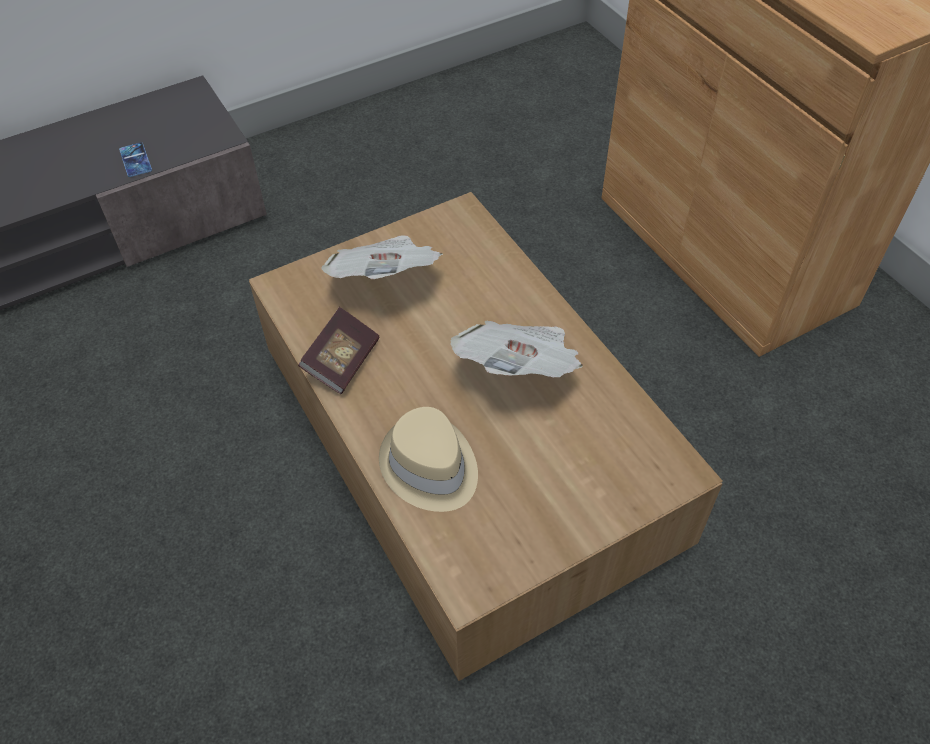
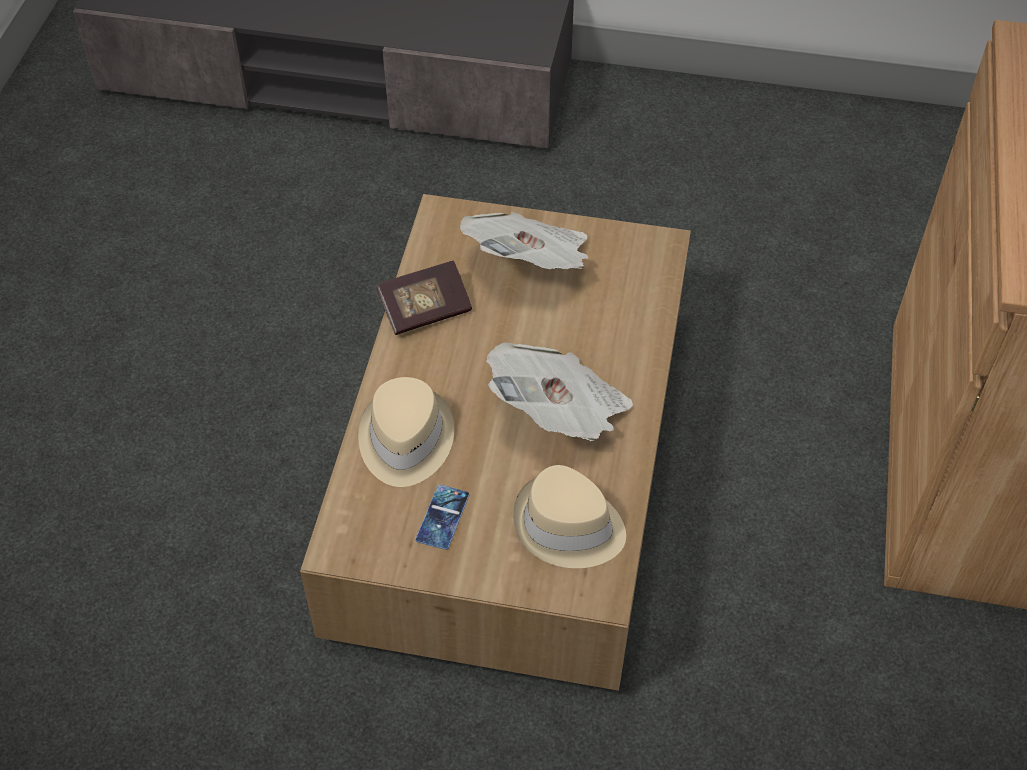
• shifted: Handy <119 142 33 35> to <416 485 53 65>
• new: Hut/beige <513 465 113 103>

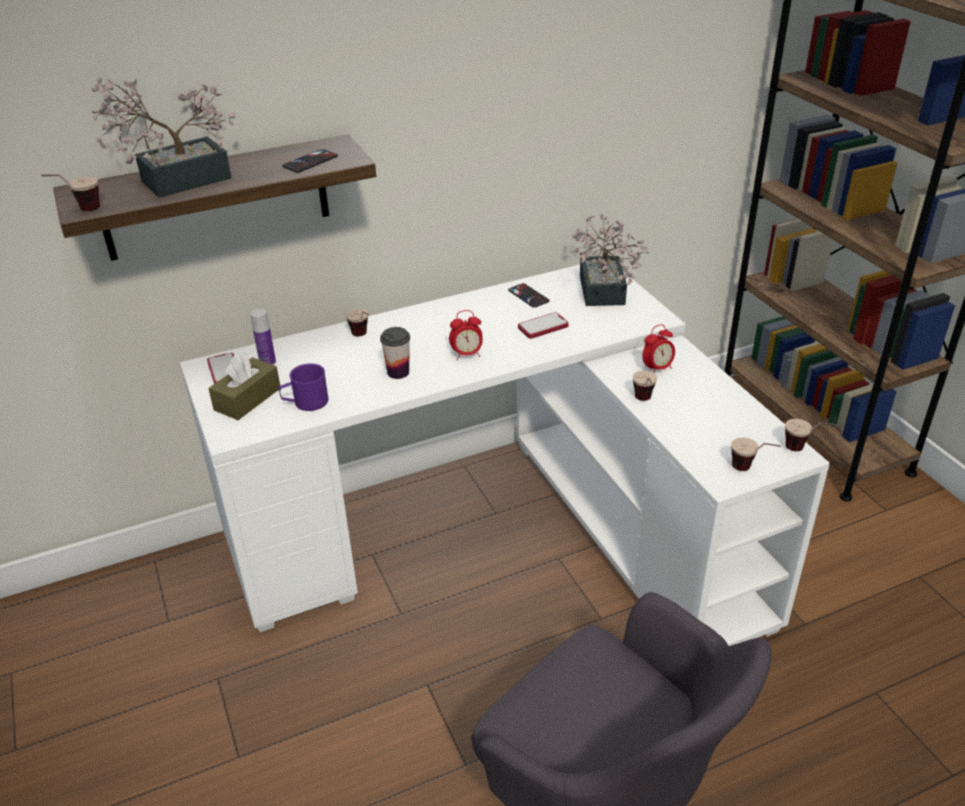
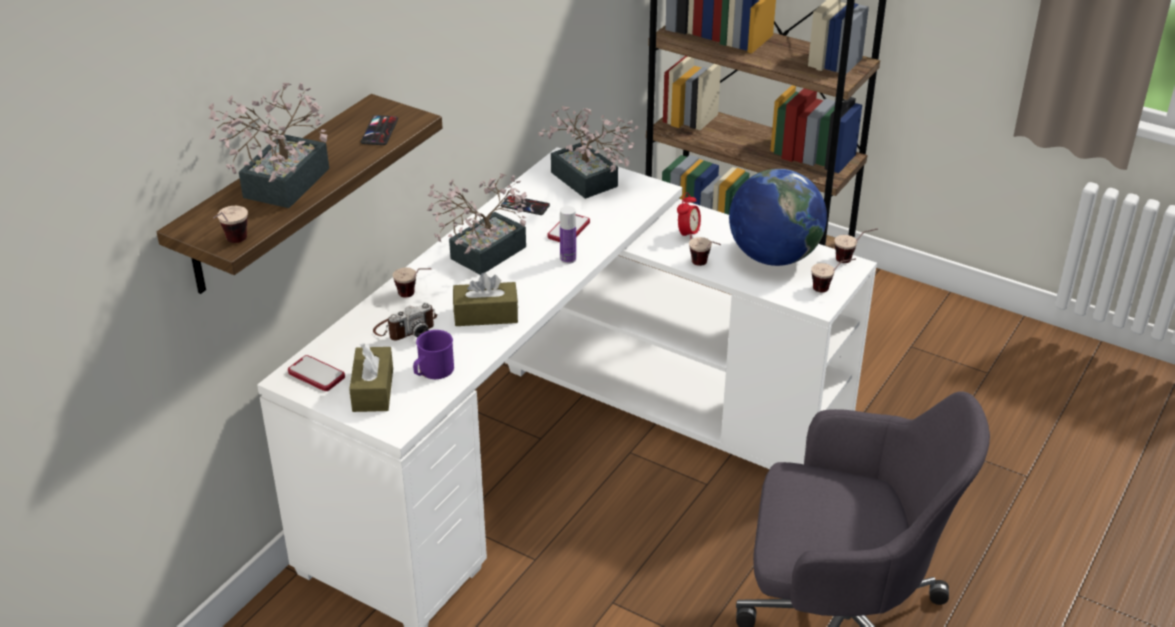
• shifted: Flasche <250 309 26 56> to <560 206 16 58>
• swapped: Tasse <380 327 30 52> to Taschentuchbox/braun <453 273 65 53>
• gone: Wecker <449 310 34 50>
• new: Kamera <373 303 64 37>
• new: Topfpflanze <427 173 100 102>
• new: Globus <729 169 98 97>

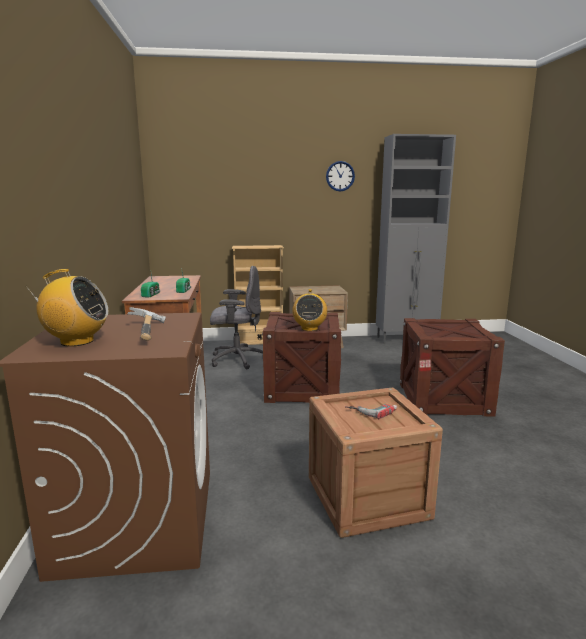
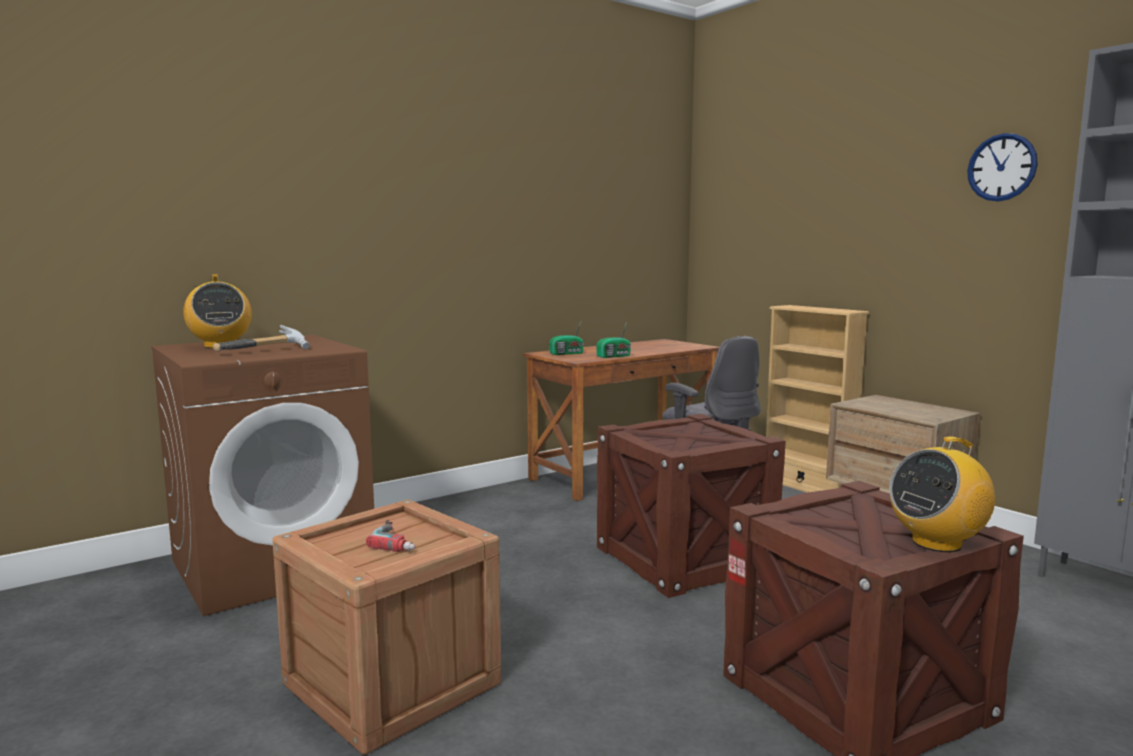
• shifted: Radio <292 289 35 42> to <889 437 106 115>

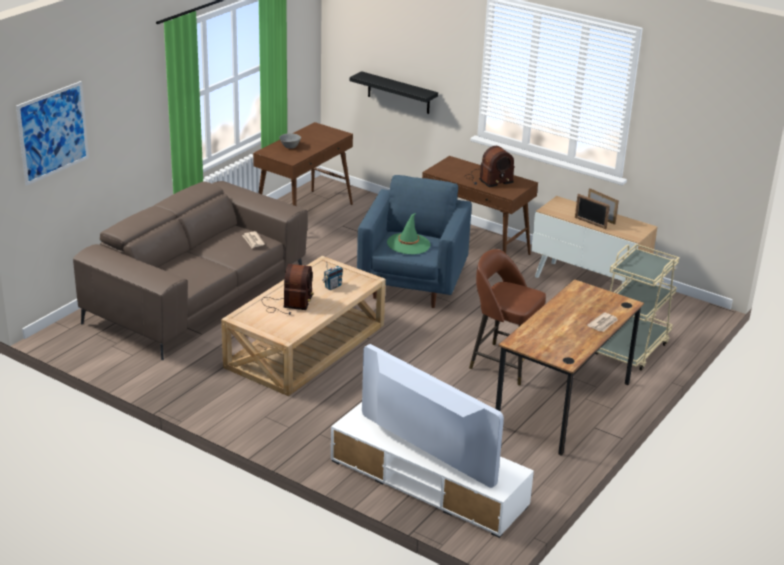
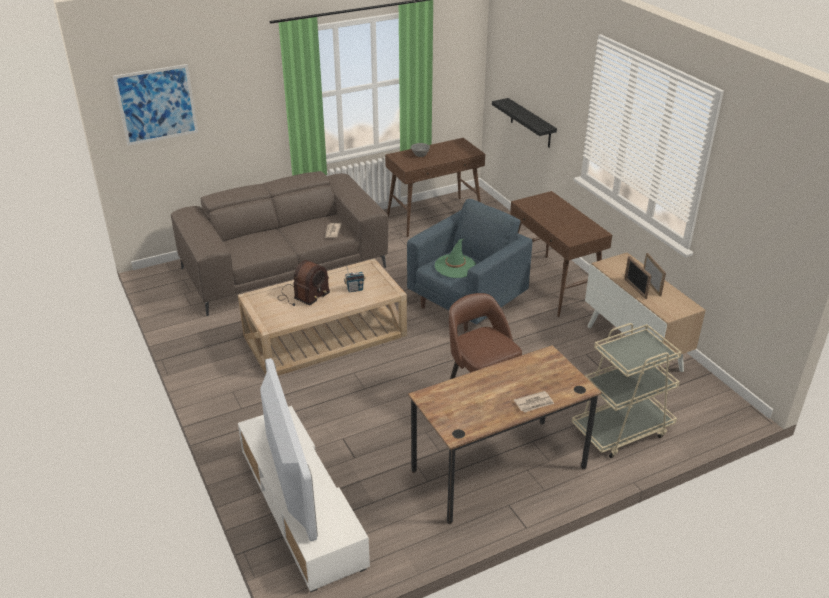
• gone: Radio <465 146 50 41>

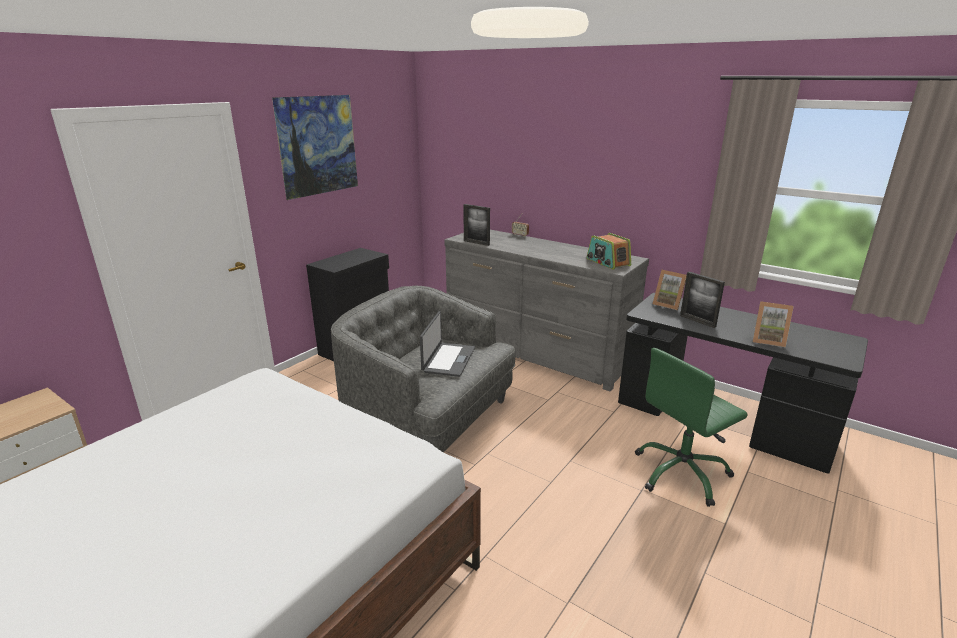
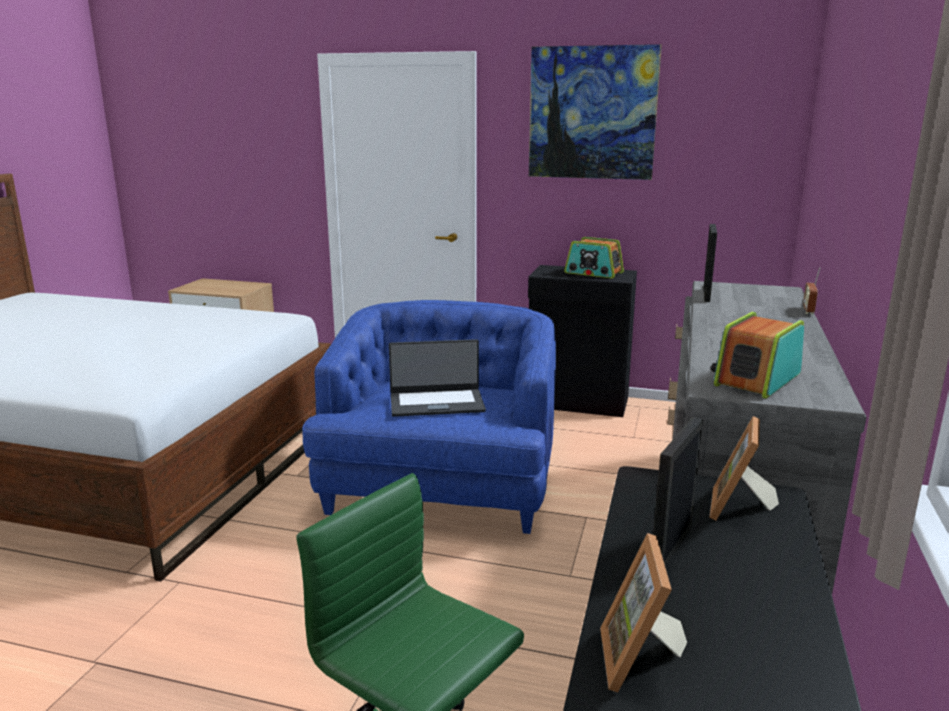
• repainted: Sessel/grau <331 286 184 166> to Sessel/blau <302 300 254 234>
• new: Radio <564 237 60 41>

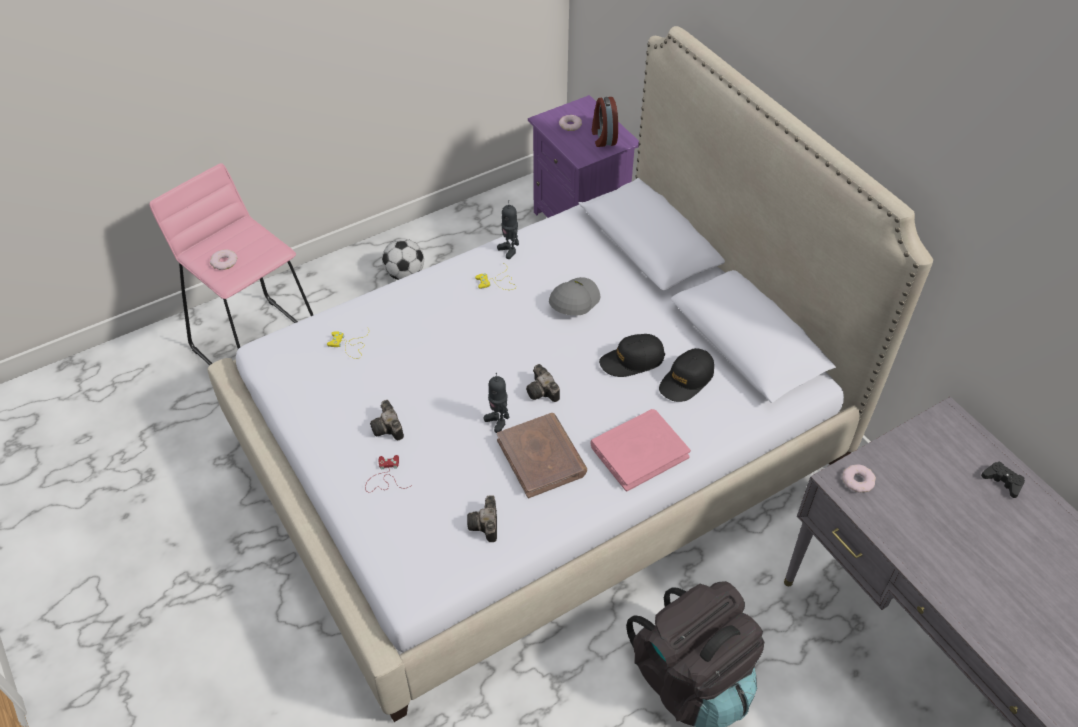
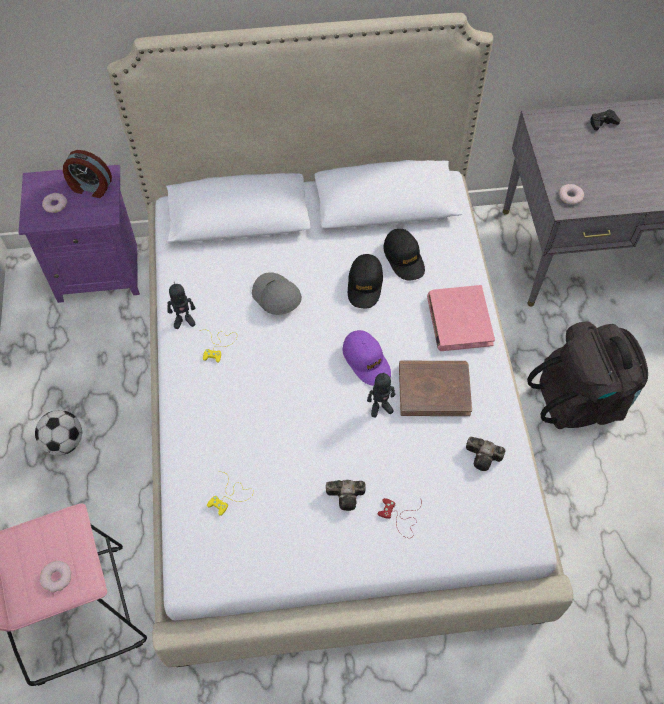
• swapped: Kamera <526 364 34 38> to Kappe/lila <343 330 48 56>

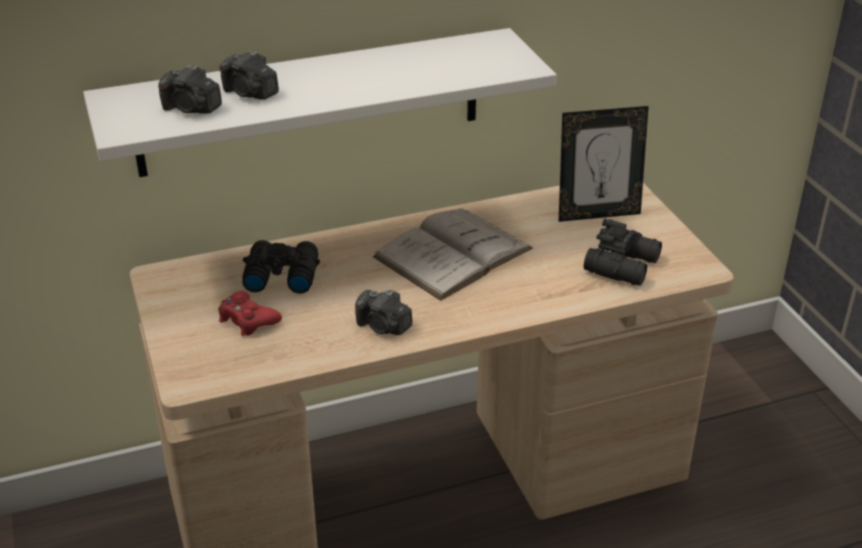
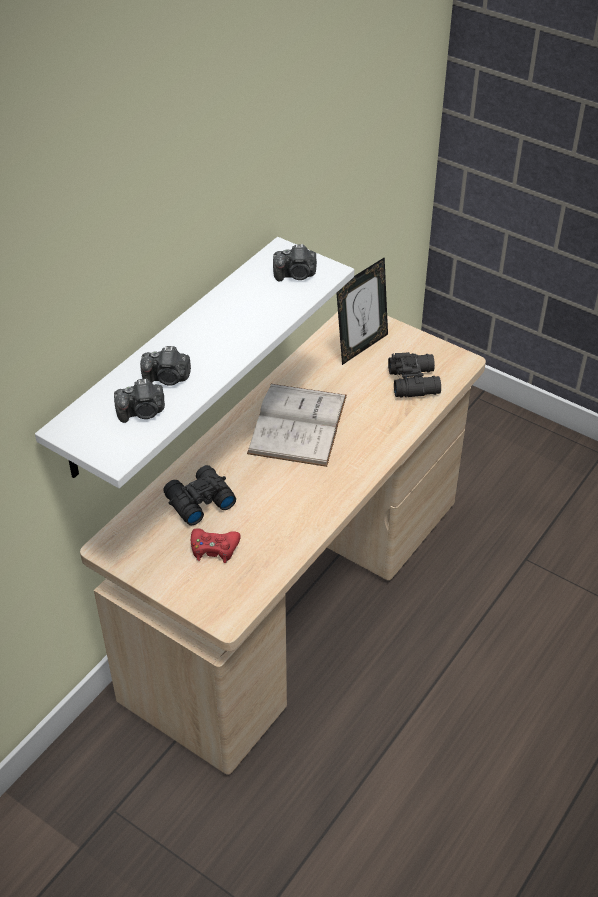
• shifted: Kamera <355 289 57 46> to <273 244 44 37>

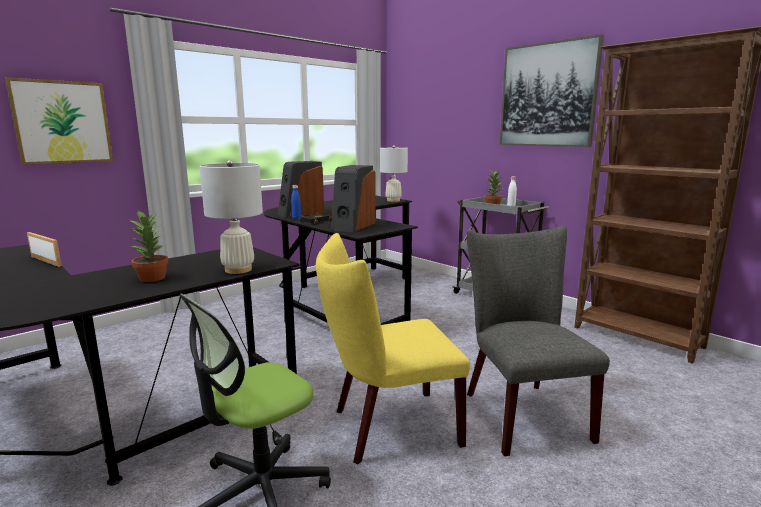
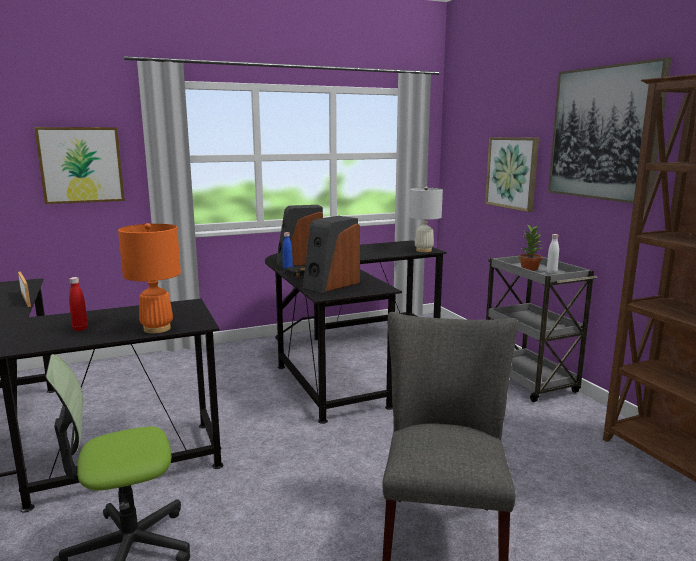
• swapped: Topfpflanze <129 210 40 72> to Flasche/rot <69 277 19 54>
• repainted: Tischlampe/weiß <200 160 63 114> to Tischlampe/orange <118 223 63 111>
• gone: Stuhl/gelb <316 233 154 231>
• new: Bild <485 137 54 75>

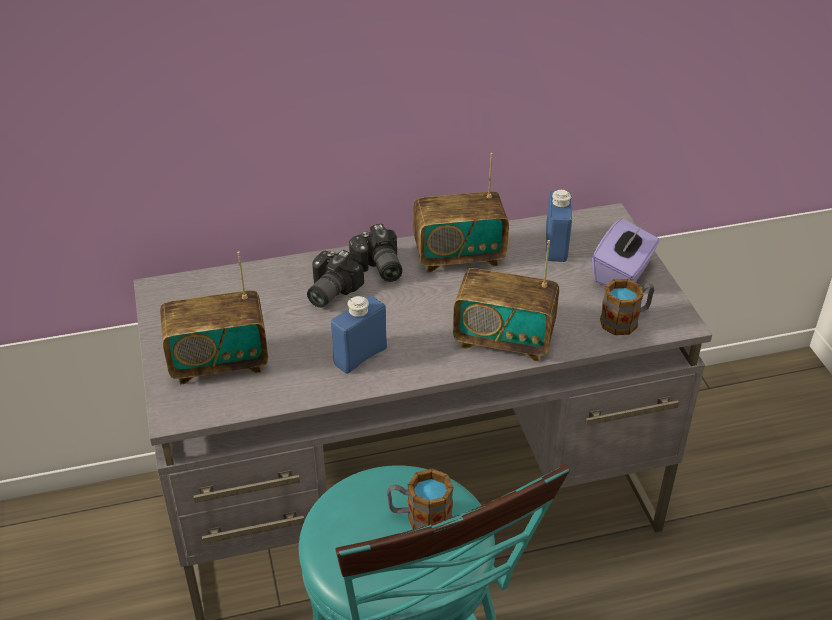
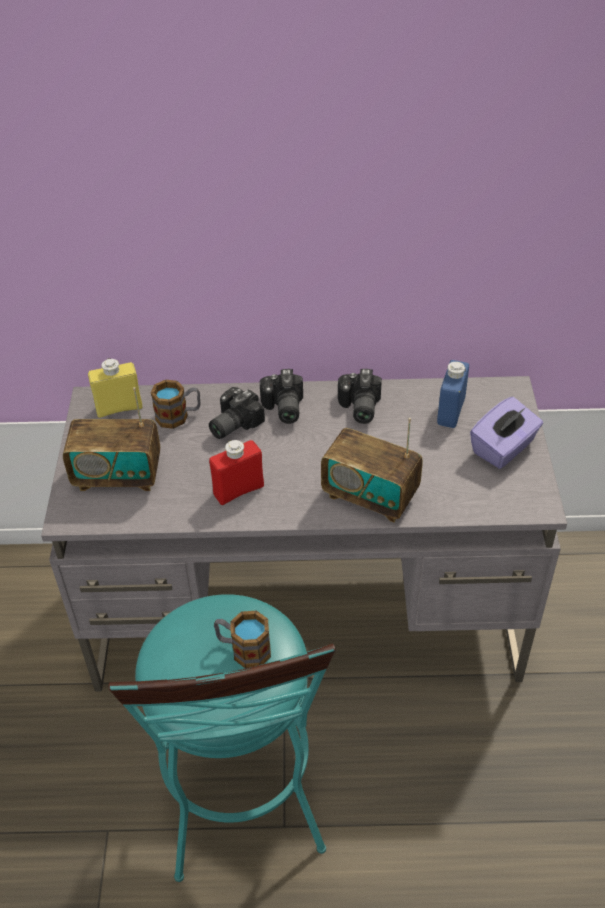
• repainted: Flasche/blau <331 296 56 78> to Flasche/rot <209 440 55 65>
• swapped: Radio <413 153 96 120> to Kamera <338 369 44 55>
• shifted: Henkelbecher <600 279 54 56> to <151 380 49 49>
• new: Flasche/gelb <88 358 55 60>

